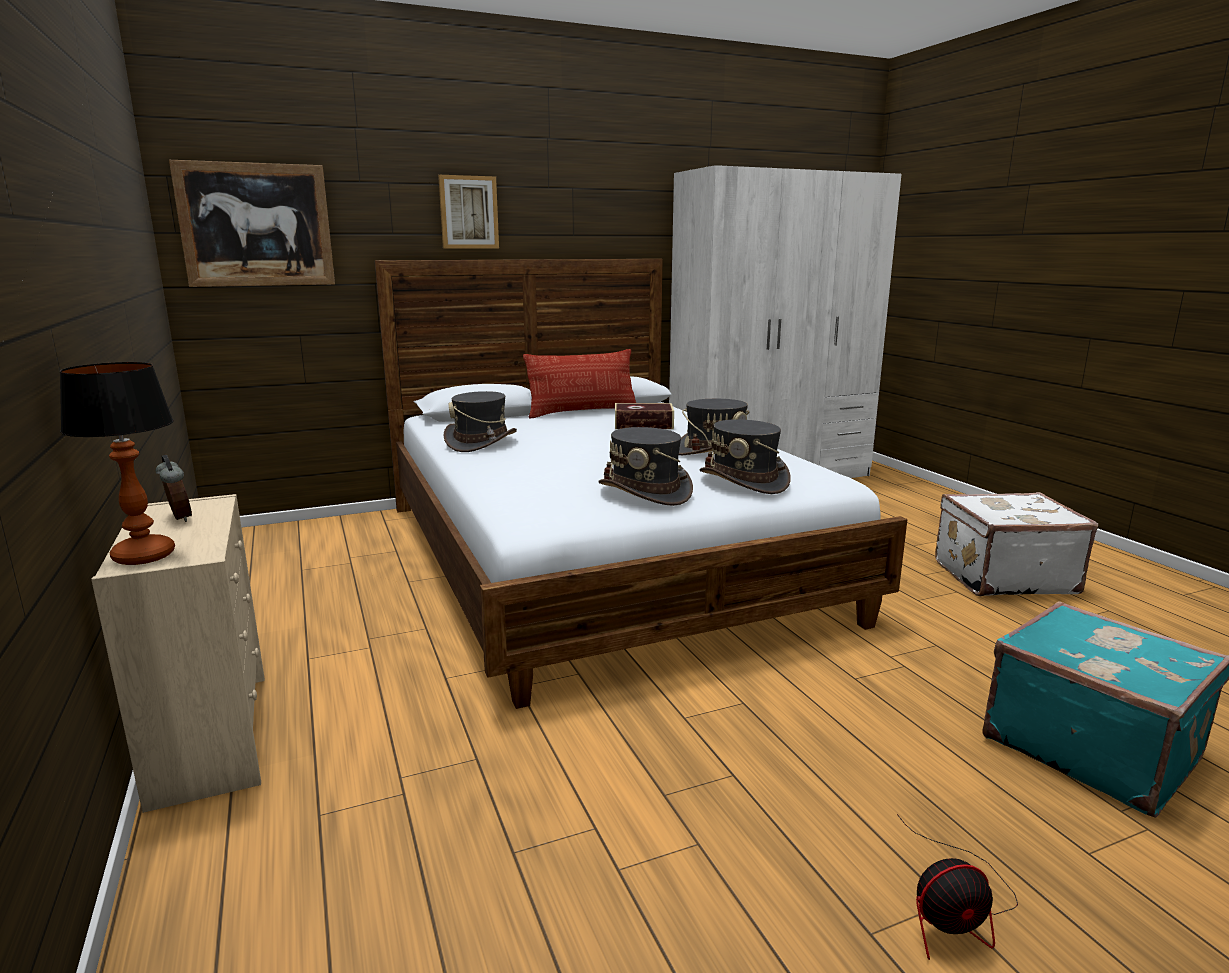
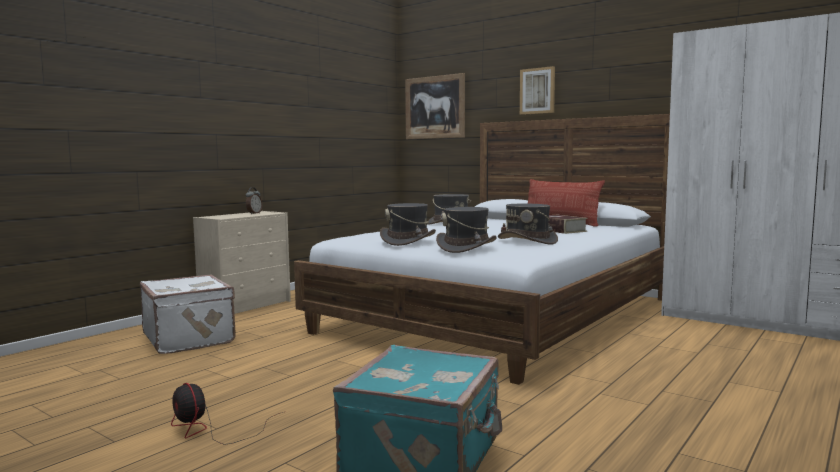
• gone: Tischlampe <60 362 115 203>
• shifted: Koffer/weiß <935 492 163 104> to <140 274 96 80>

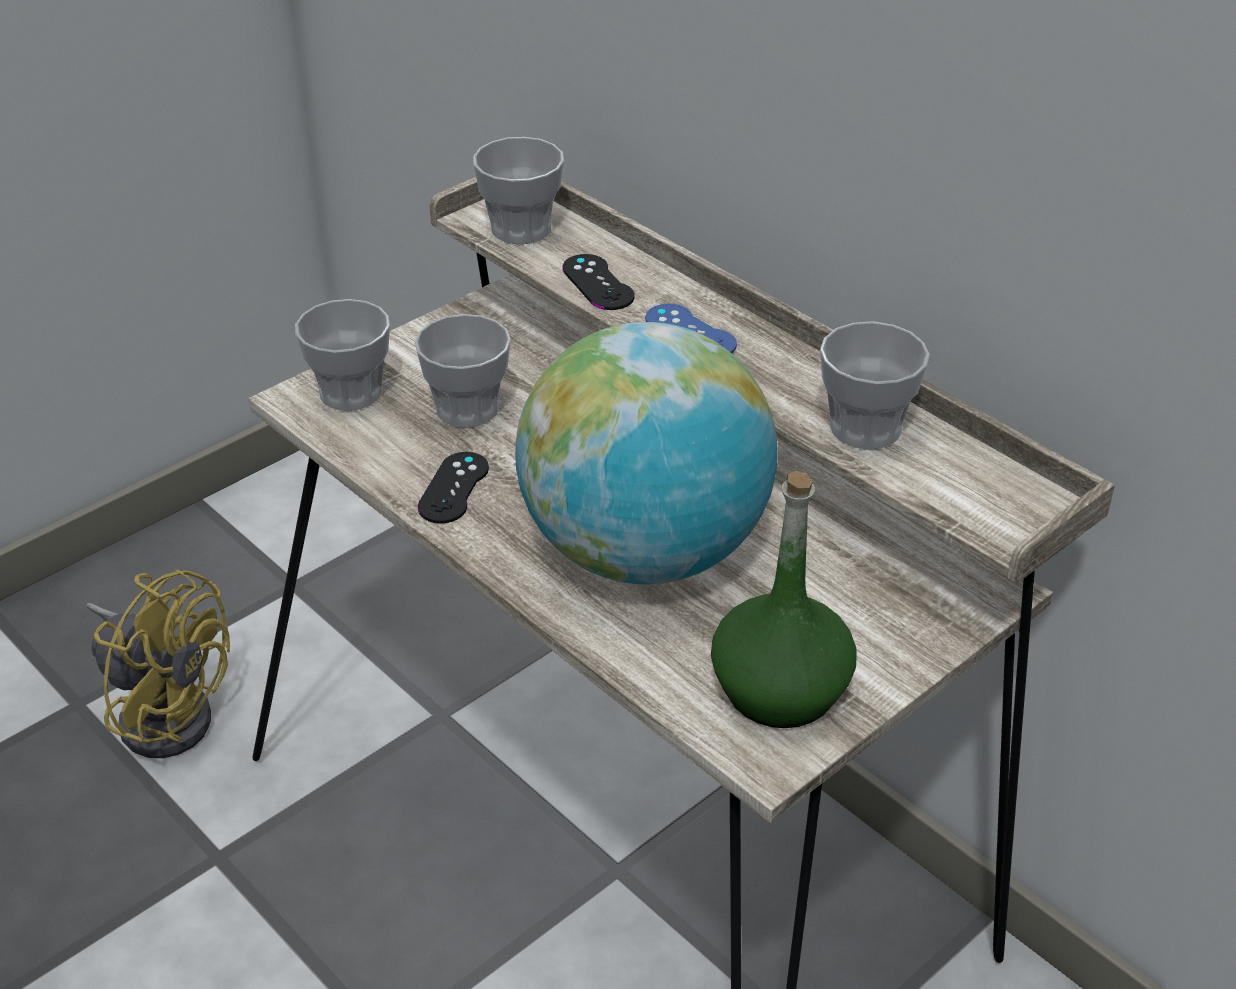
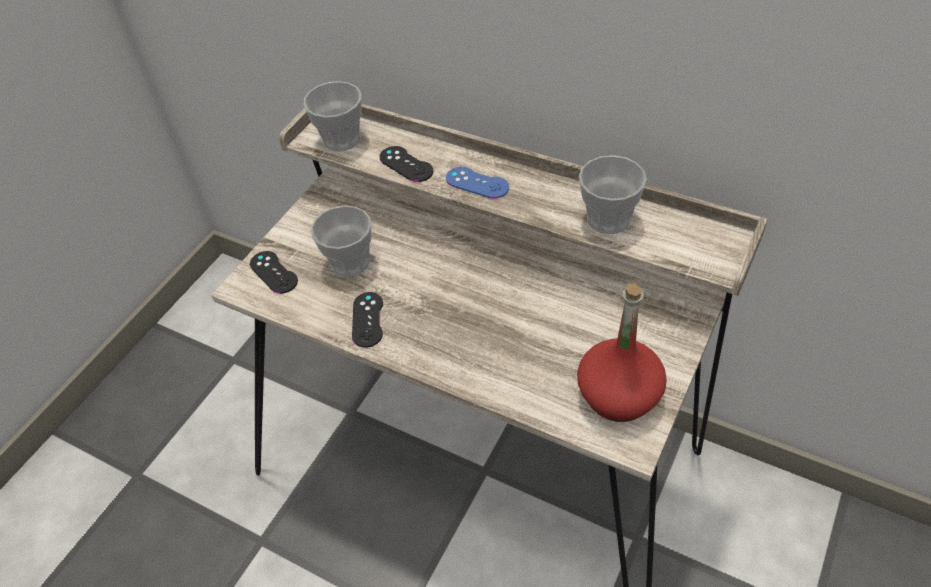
• gone: Ventilator/gelb <87 569 143 189>
• swapped: Tasse <295 299 95 112> to Gamepad/schwarz <250 251 48 43>
• gone: Globus <515 322 263 262>
• repainted: Flasche/grün <711 471 145 257> to Flasche/rot <577 284 90 138>

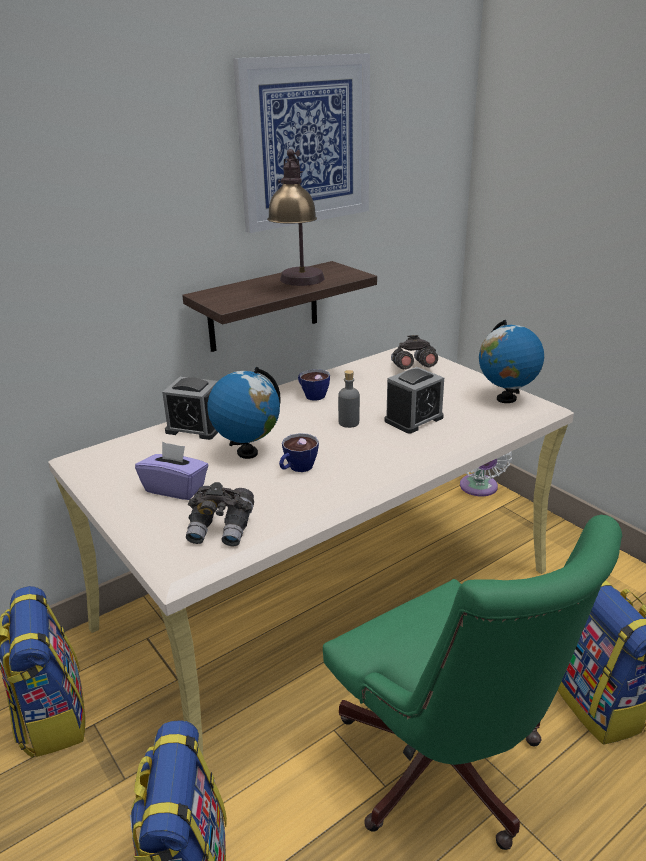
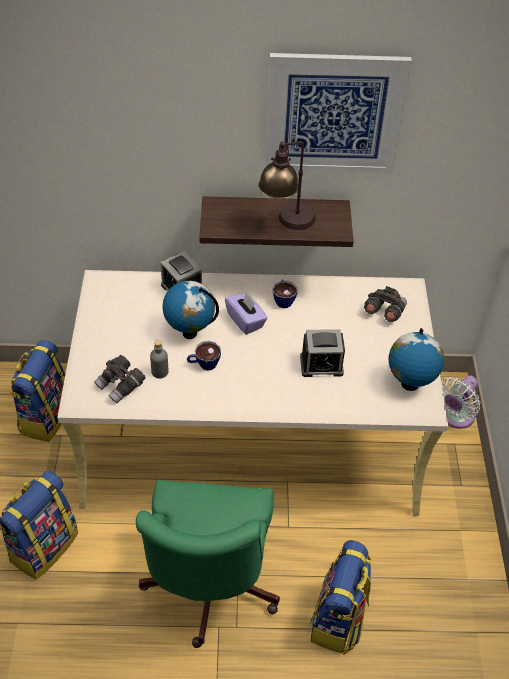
• shifted: Taschentuchbox/lila <135 441 73 59> to <225 292 43 43>
• shifted: Flasche/grau <338 370 22 58> to <150 340 18 38>

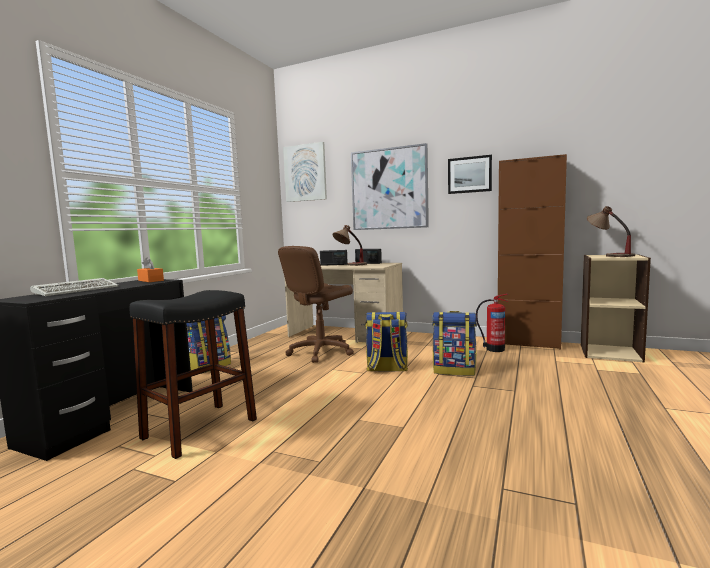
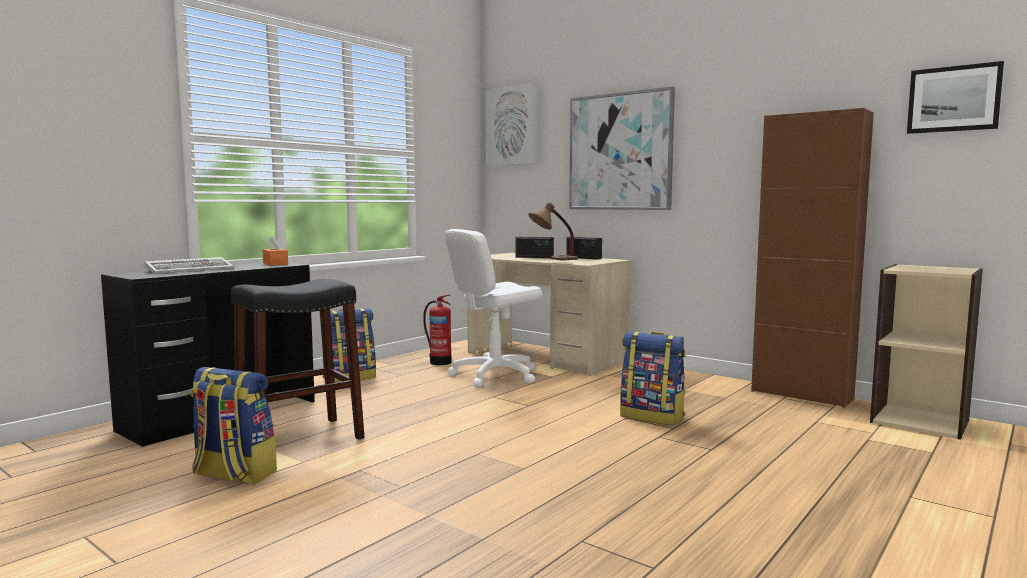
• repainted: Bürostuhl/braun <278 246 76 117> to Bürostuhl/weiß <444 229 99 158>
• shifted: Rucksack <365 312 43 59> to <190 367 87 118>
• shifted: Bild <448 155 44 39> to <907 61 97 73>
• shifted: Feuerlöscher <476 294 32 58> to <423 294 28 71>
• gone: Tischlampe <587 206 48 51>

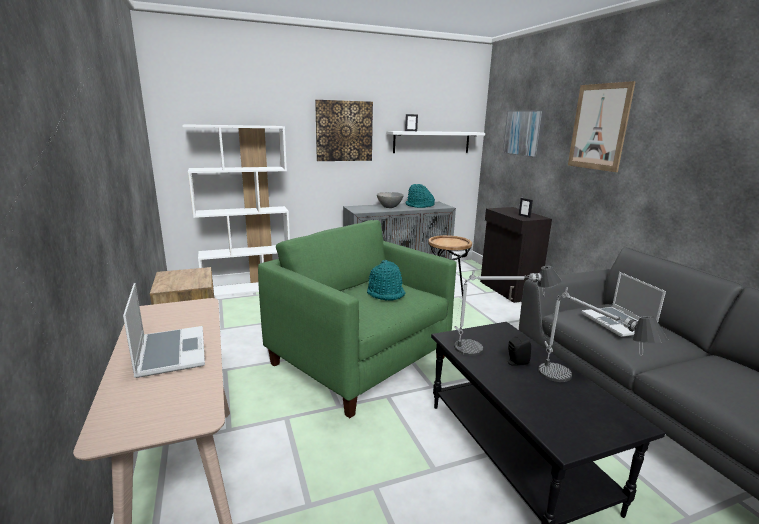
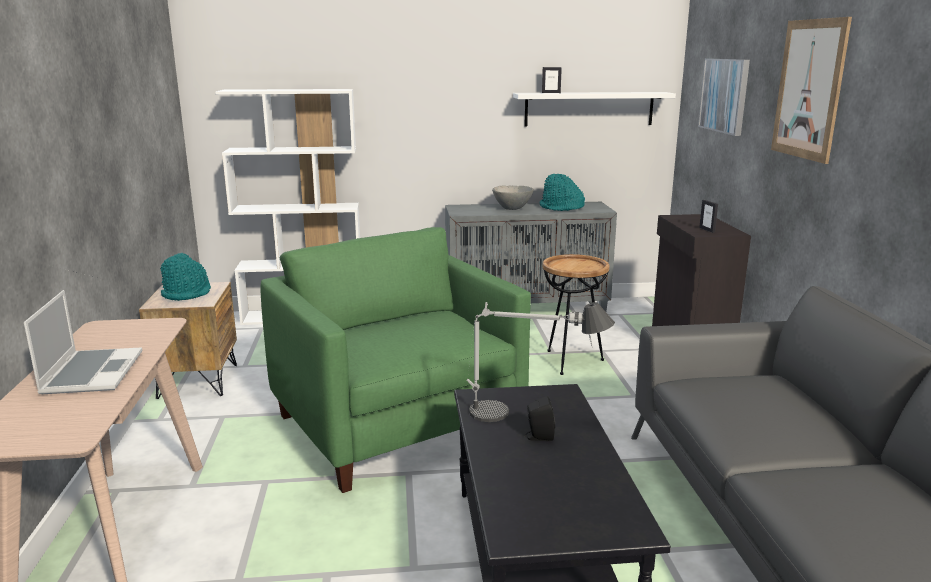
• gone: Bild <315 100 58 61>
• shifted: Hut/türkis <367 260 39 41> to <160 253 51 48>
• gone: Tischlampe <538 287 130 95>
• gone: Laptop <582 272 84 65>

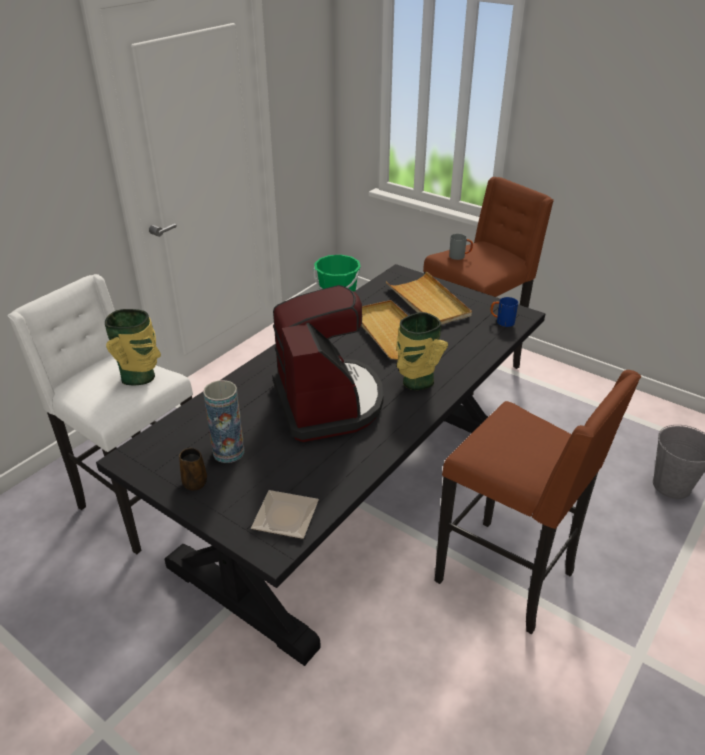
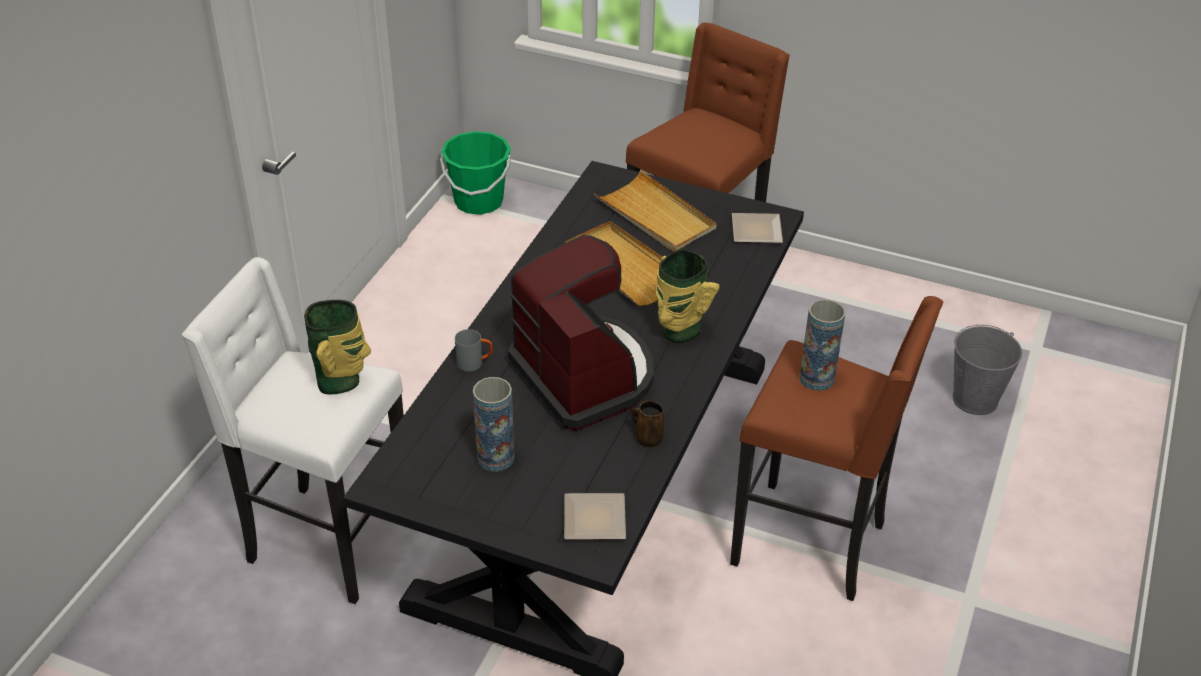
• shifted: Henkelbecher/braun <179 448 28 43> to <631 400 33 47>
• shifted: Henkelbecher/grau <449 234 24 26> to <455 329 38 43>
• swapped: Henkelbecher/blau <490 297 28 30> to Teller <732 213 51 30>
• new: Vase <799 299 46 92>

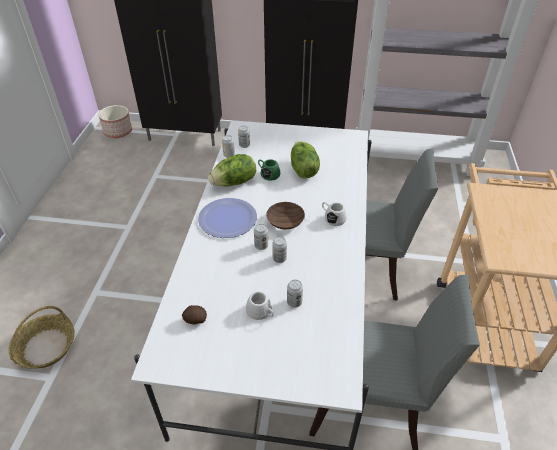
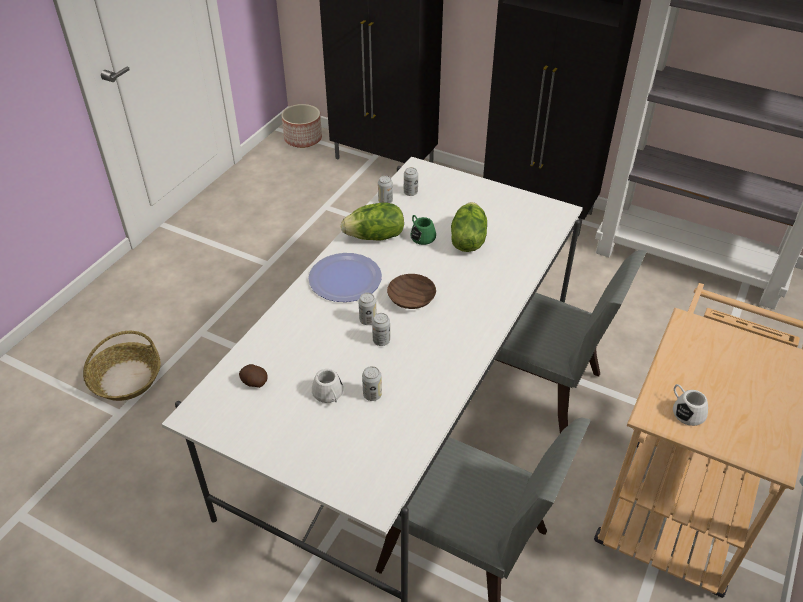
• shifted: Henkelbecher/weiß <322 202 25 24> to <673 384 35 42>

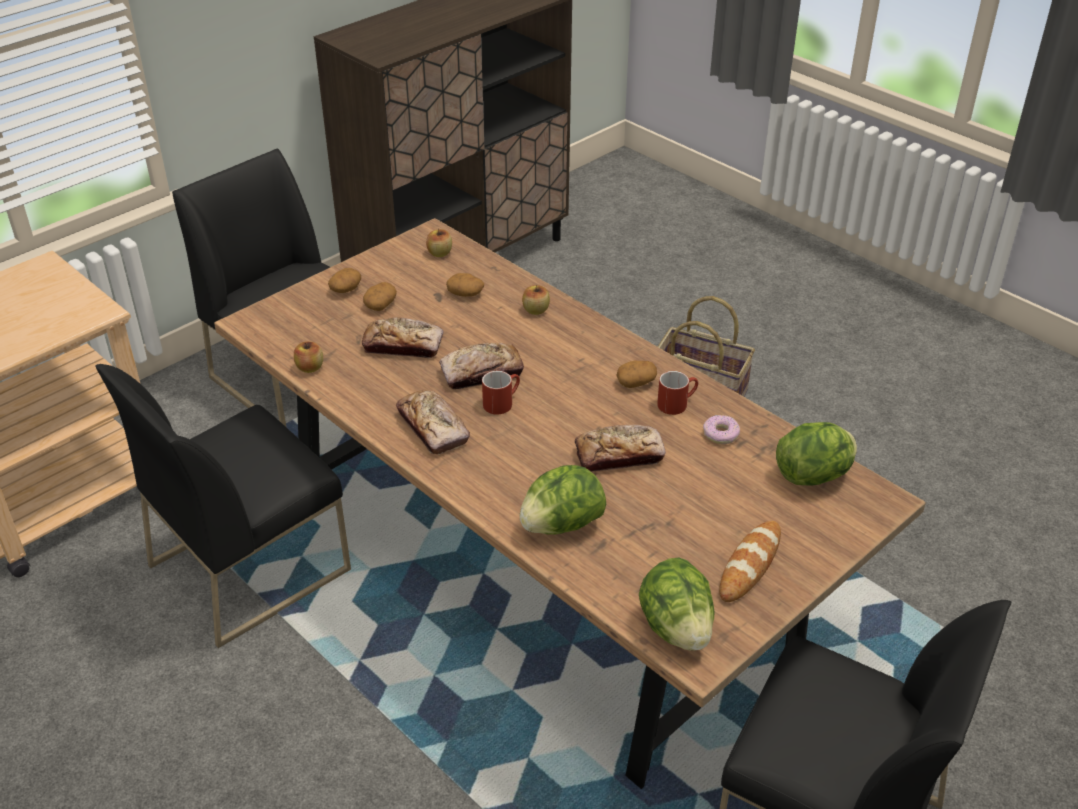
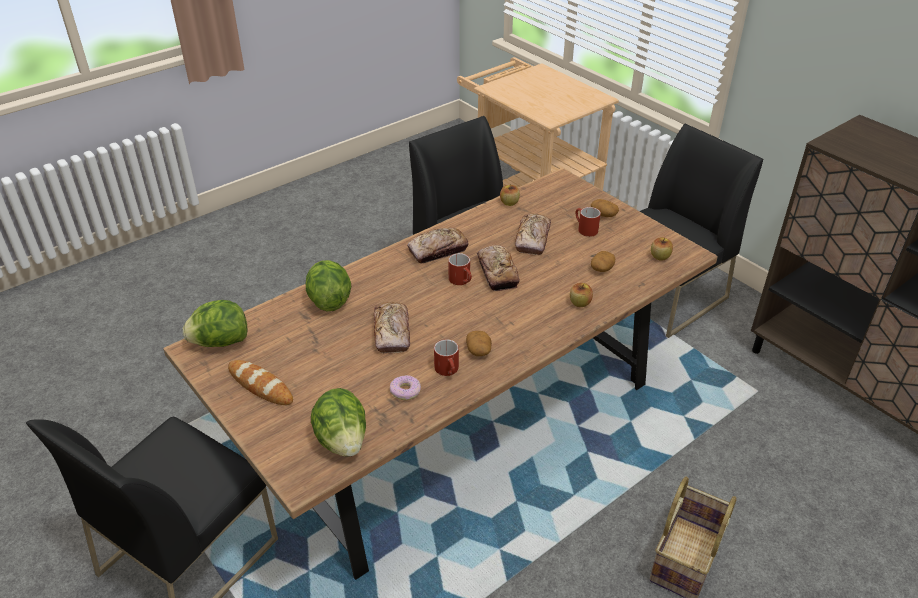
• swapped: Kartoffel <363 282 34 29> to Henkelbecher/rot <575 207 26 30>

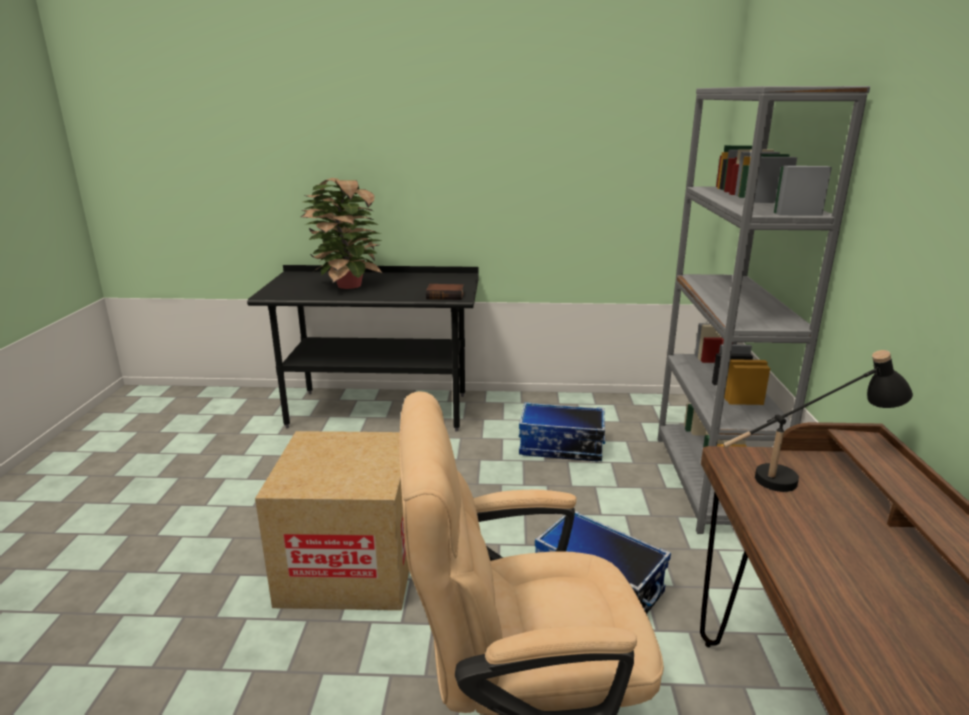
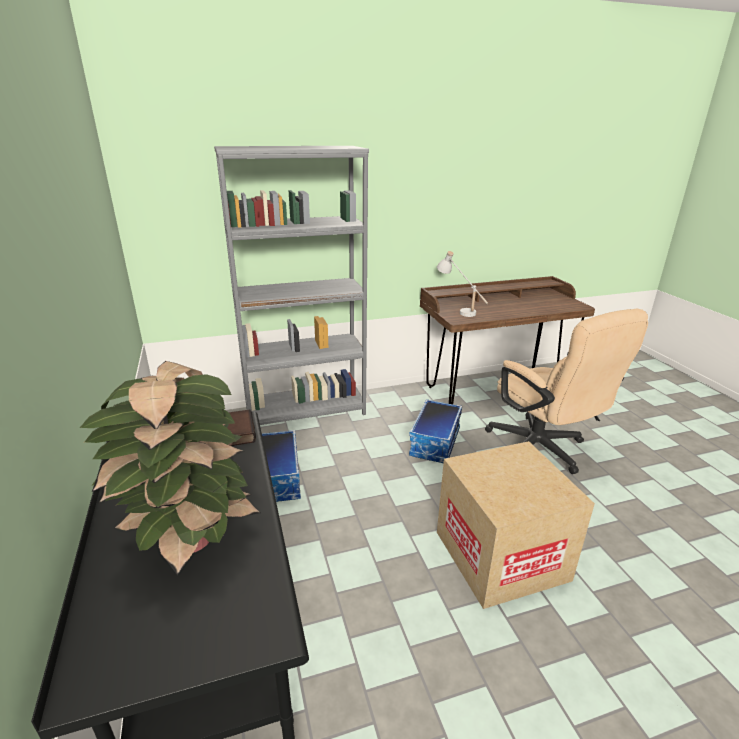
• repainted: Tischlampe/schwarz <723 350 190 142> to Tischlampe/weiß <437 251 51 66>

